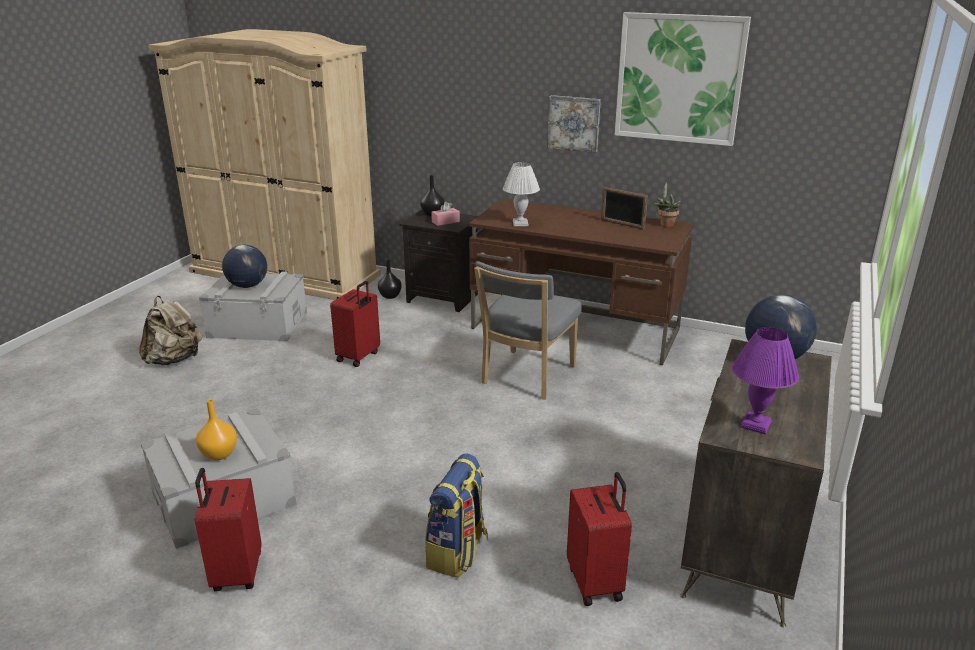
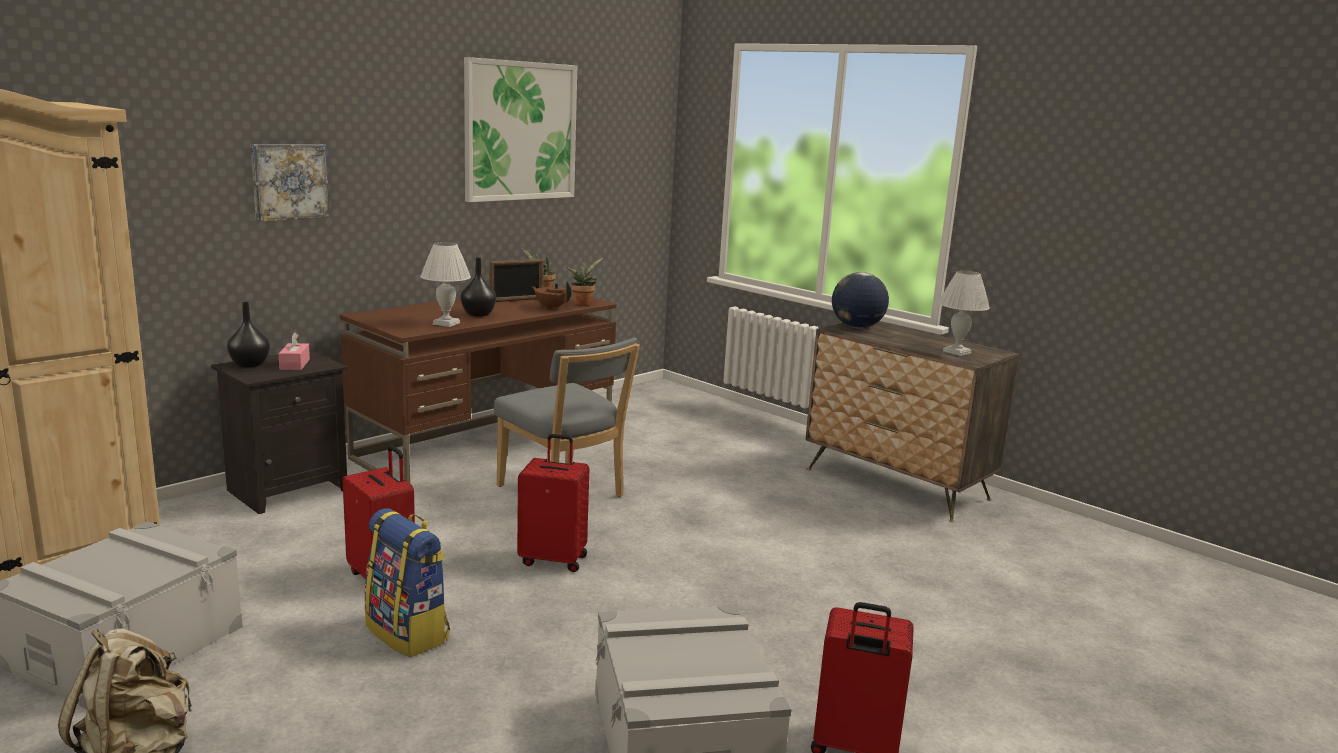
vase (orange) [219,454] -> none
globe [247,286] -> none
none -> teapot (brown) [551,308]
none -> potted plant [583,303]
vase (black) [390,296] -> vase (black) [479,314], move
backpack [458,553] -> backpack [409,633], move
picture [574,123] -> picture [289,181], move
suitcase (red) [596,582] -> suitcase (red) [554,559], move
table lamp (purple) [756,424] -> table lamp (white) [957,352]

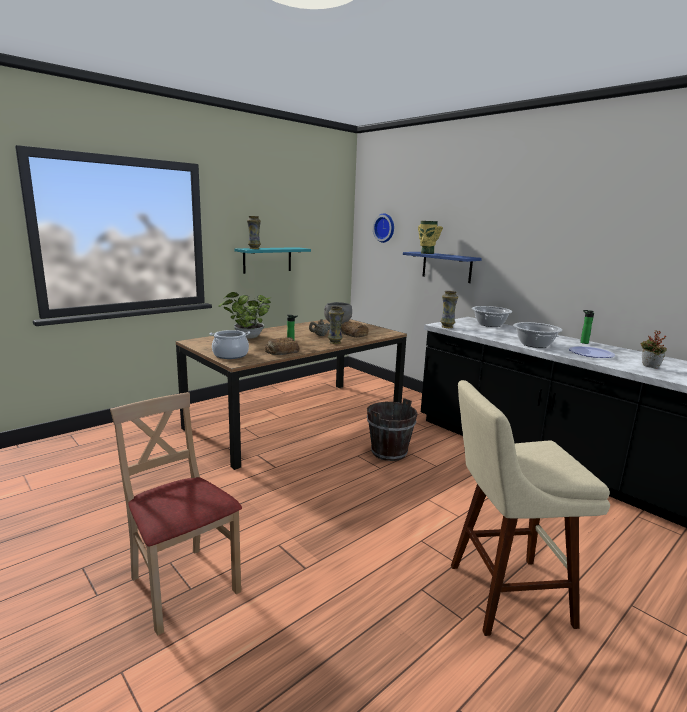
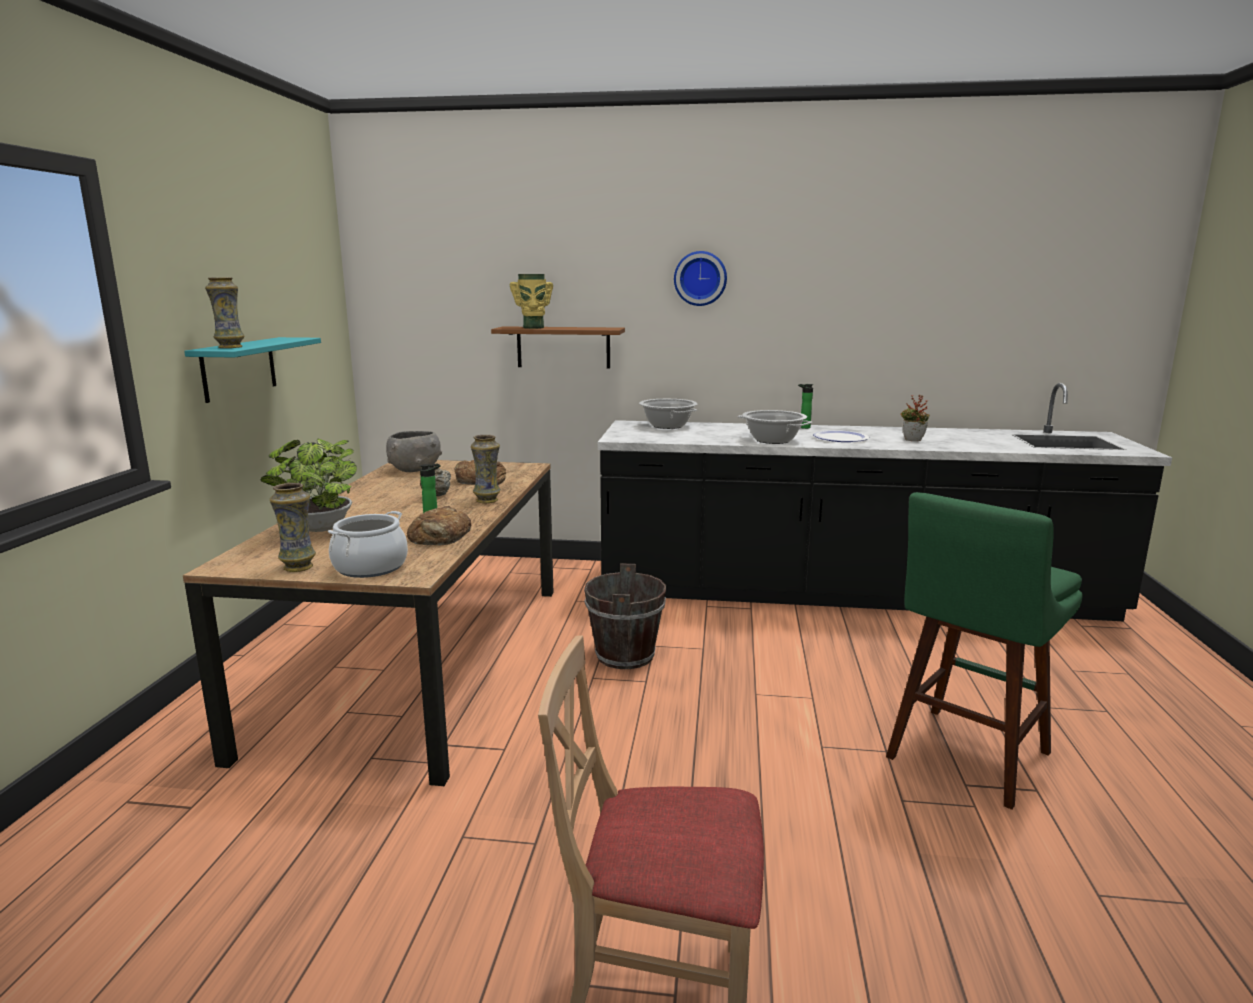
wall clock [385,228] -> wall clock [700,278], move
vase [447,327] -> vase [298,567], move
shelf (blue) [446,267] -> shelf (brown) [563,347]
stool (beige) [503,595] -> stool (green) [965,758]

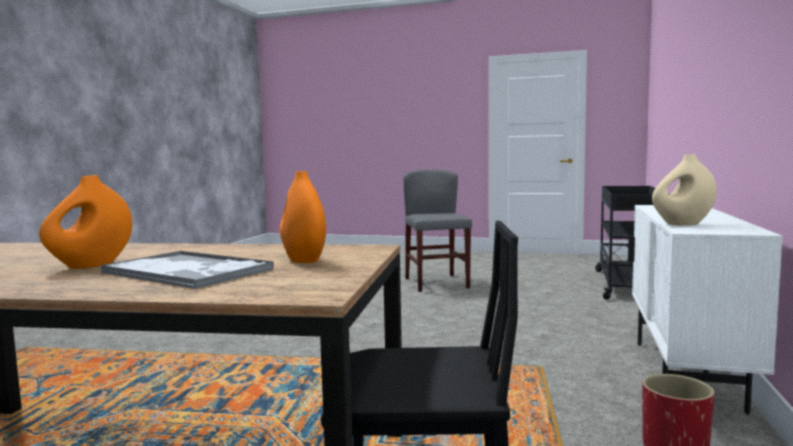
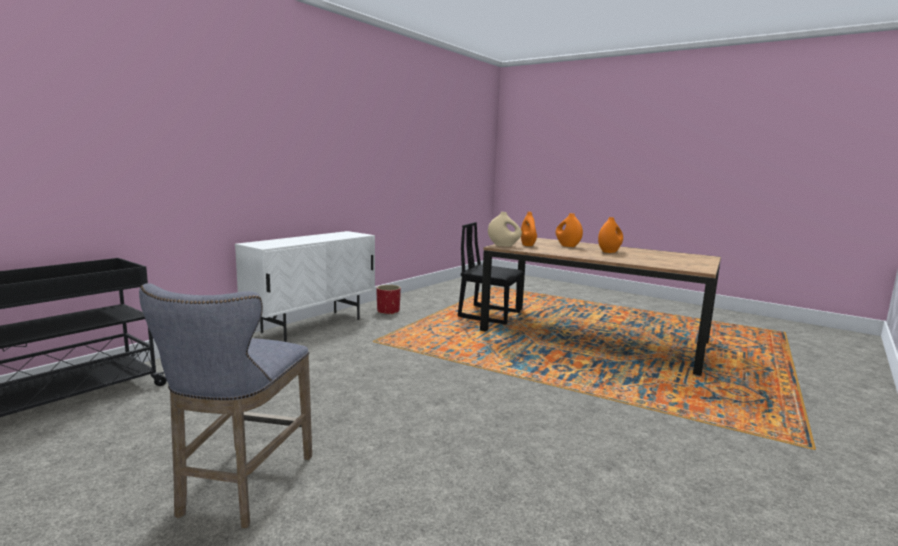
vase (beige) [683,224] -> vase (beige) [503,245], move
tray [188,271] -> vase (orange) [567,246]
chair (grey) [436,283] -> stool (grey) [241,488]

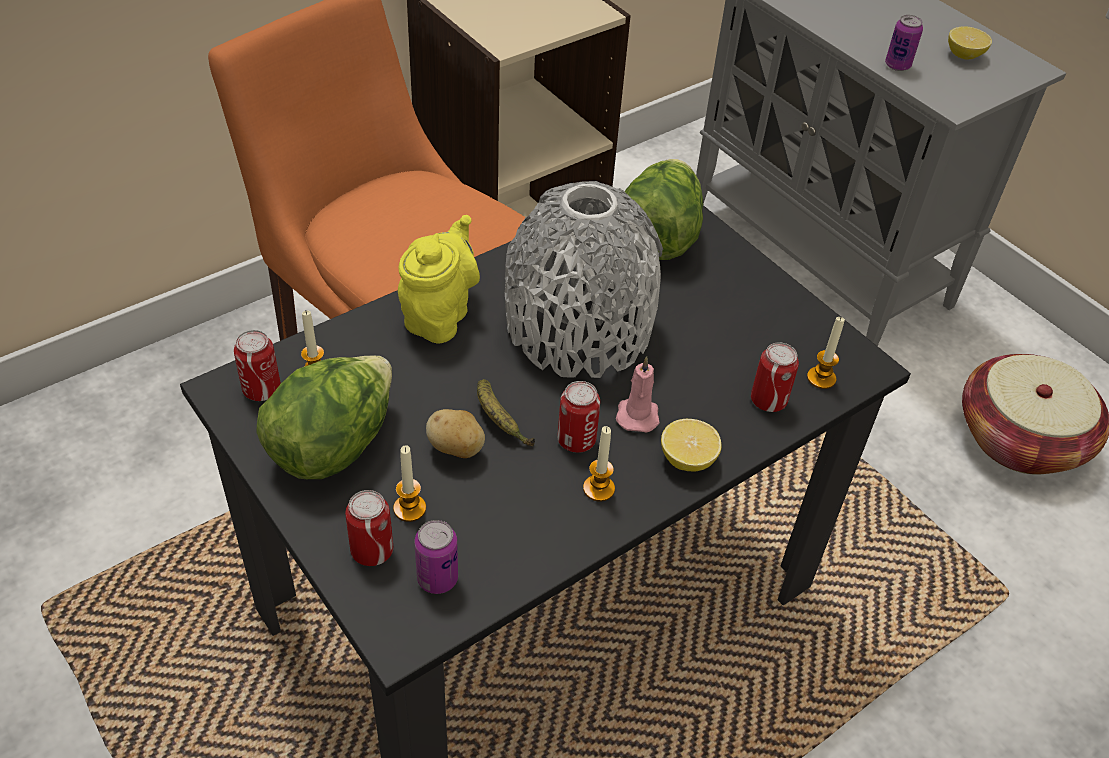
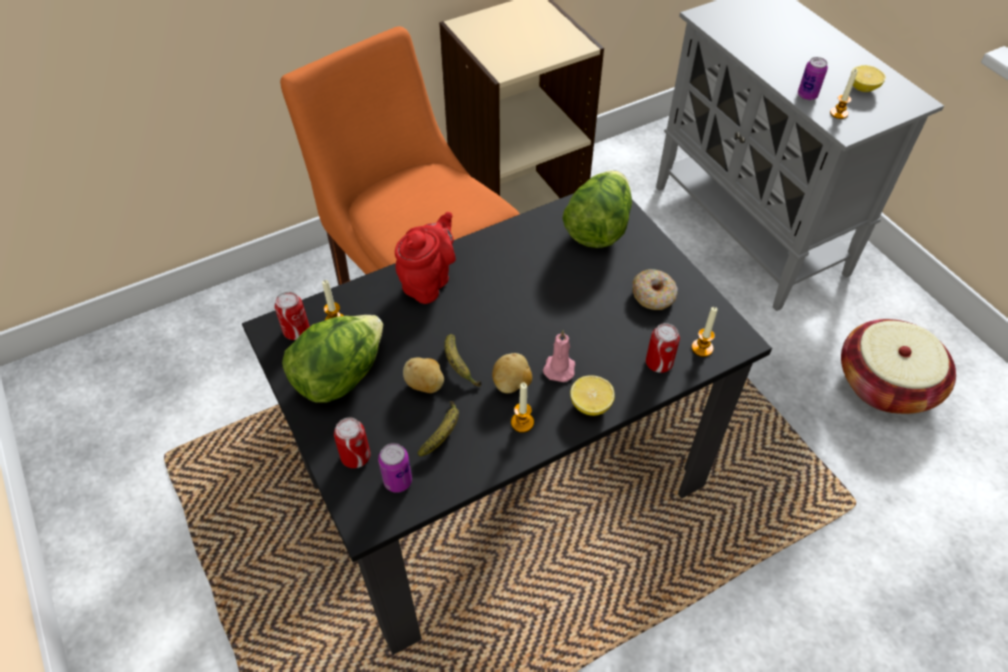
vase (grey) [578,328] -> none
none -> banana [443,433]
none -> donut [654,295]
candle [409,508] -> candle [838,113], move
can [576,440] -> potato [512,384]
teapot (yellow) [439,315] -> teapot (red) [428,281]

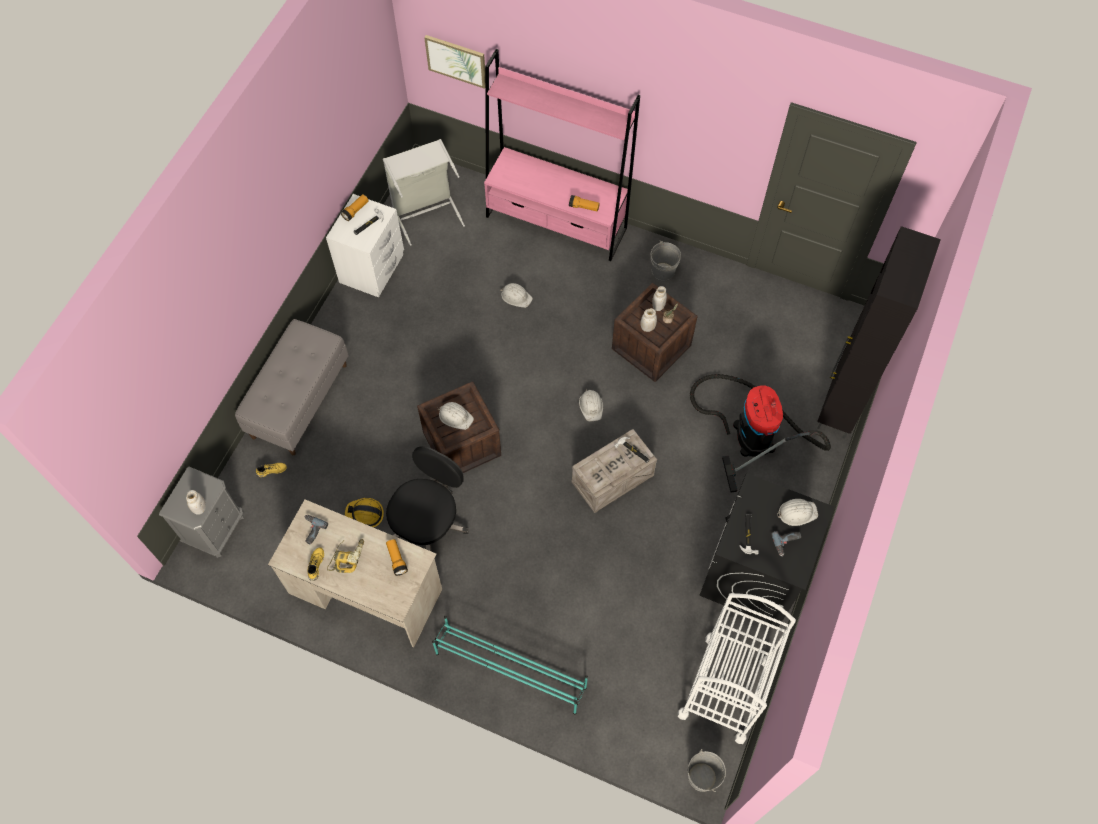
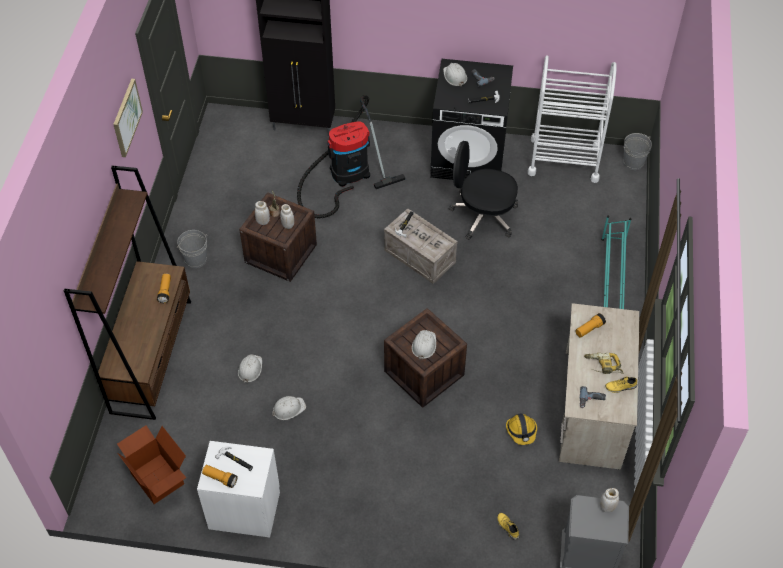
bench (grey) [299,400] -> none
office chair (black) [428,524] -> office chair (black) [482,216], move
picture [456,60] -> picture [126,117], move
hard hat (white) [591,406] -> hard hat (white) [288,409], move
laundry basket (grey) [426,212] -> cardboard box [158,478]
bookcase (pink) [556,223] -> bookcase (brown) [152,355]

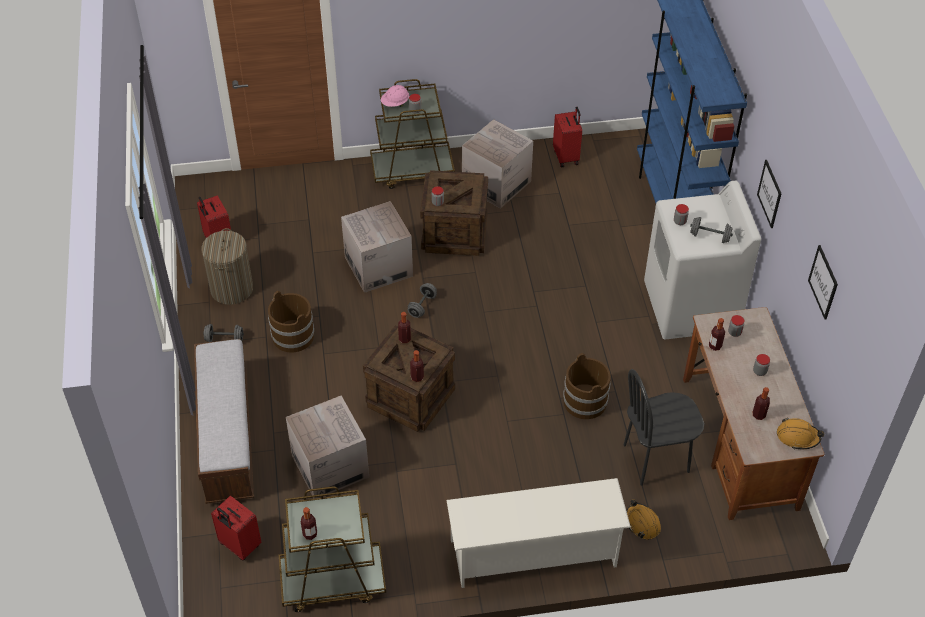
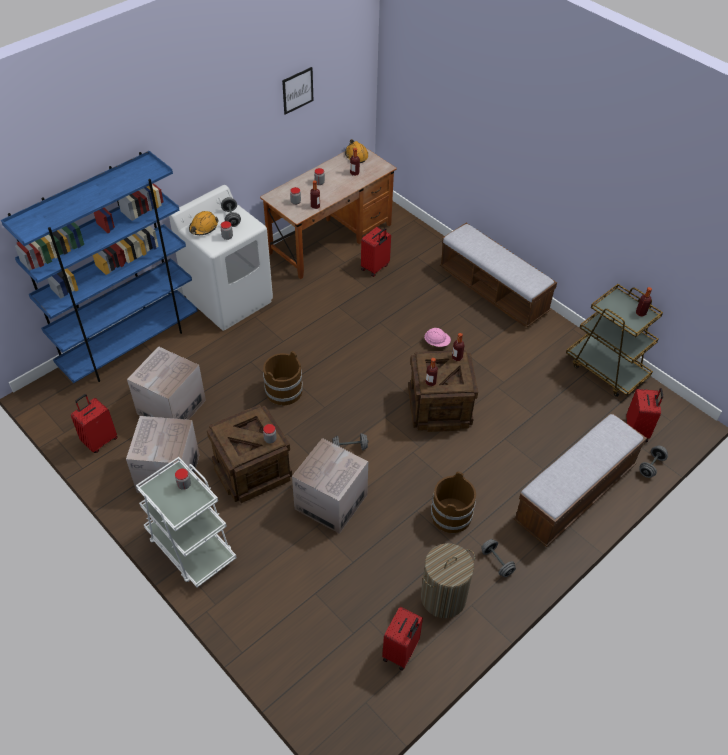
picture [769,193] -> none
none -> dumbbell (grey) [651,466]
cardboard box [330,466] -> cardboard box [171,407], move
hard hat (pink) [395,104] -> hard hat (pink) [437,343], move
bucket (brown) [584,401] -> bucket (brown) [283,391], move
hard hat (orange) [642,523] -> hard hat (orange) [203,227], move
shoe rack (white) [534,553] -> bench [493,291]
chair (black) [656,459] -> suitcase (red) [375,268]
cart (brown) [412,170] -> cart (white) [191,547]

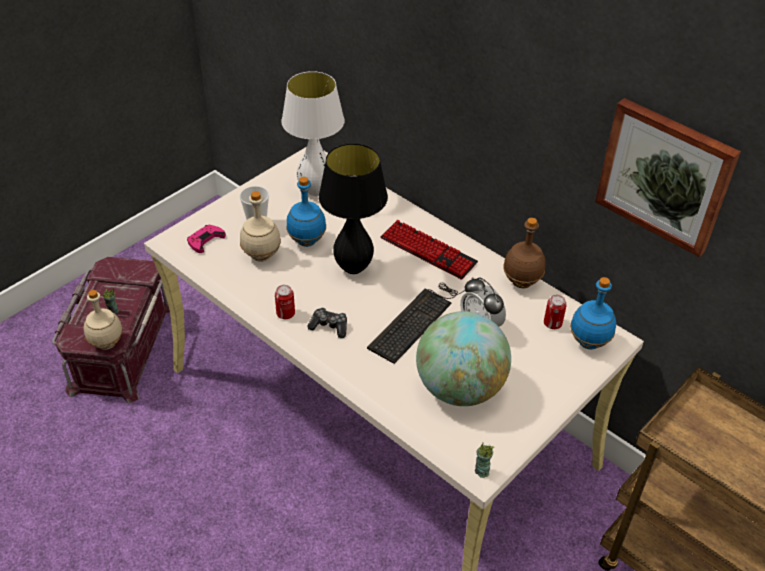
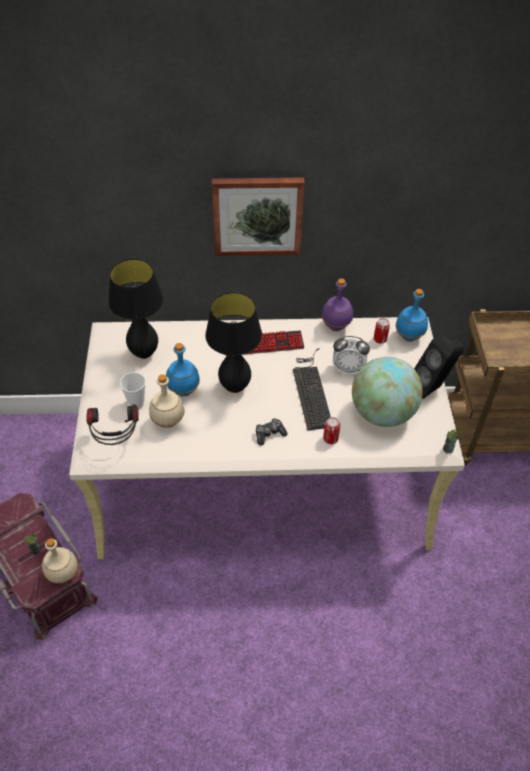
none -> speaker (black) [432,387]
can [285,314] -> can [330,439], move
picture [665,175] -> picture [257,215], move
game controller (pink) [205,240] -> headphones [116,439]
table lamp (white) [315,191] -> table lamp (black) [144,353]
bottle (brown) [521,282] -> bottle (purple) [335,326]

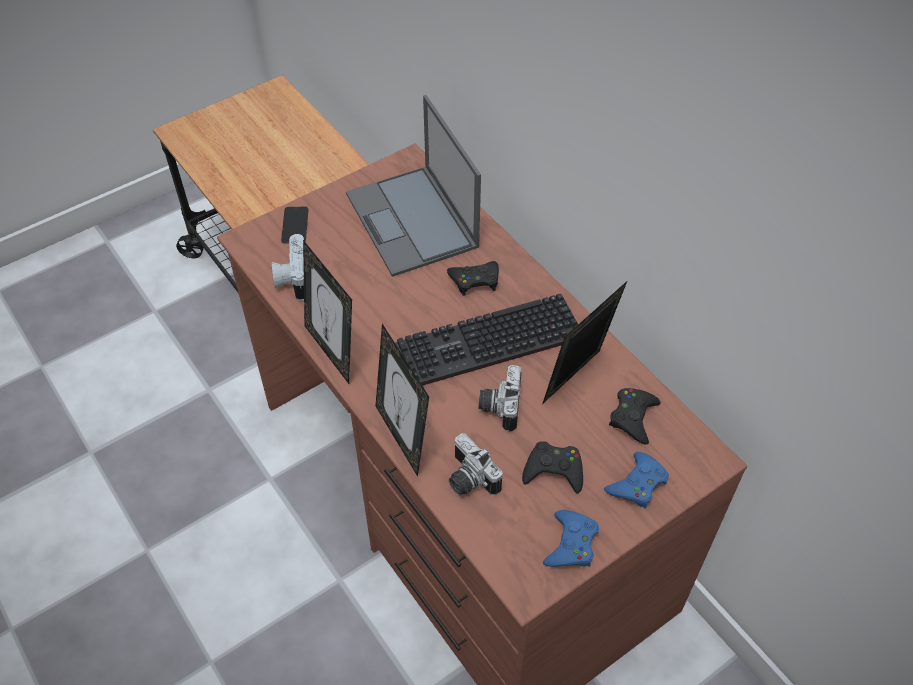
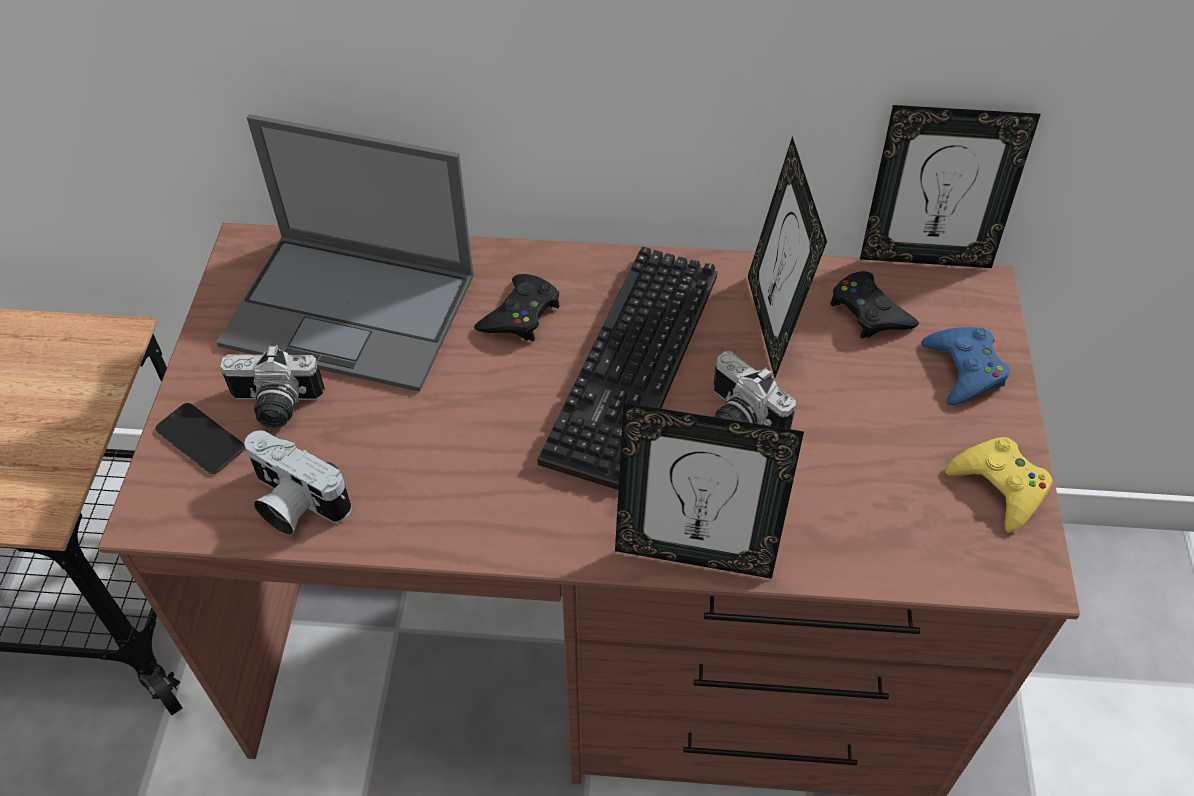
game controller (black) [554,470] -> none
picture frame [332,351] -> picture frame [924,255], move
photo camera [468,479] -> photo camera [275,407], move
game controller (blue) [571,544] -> game controller (yellow) [999,486]

